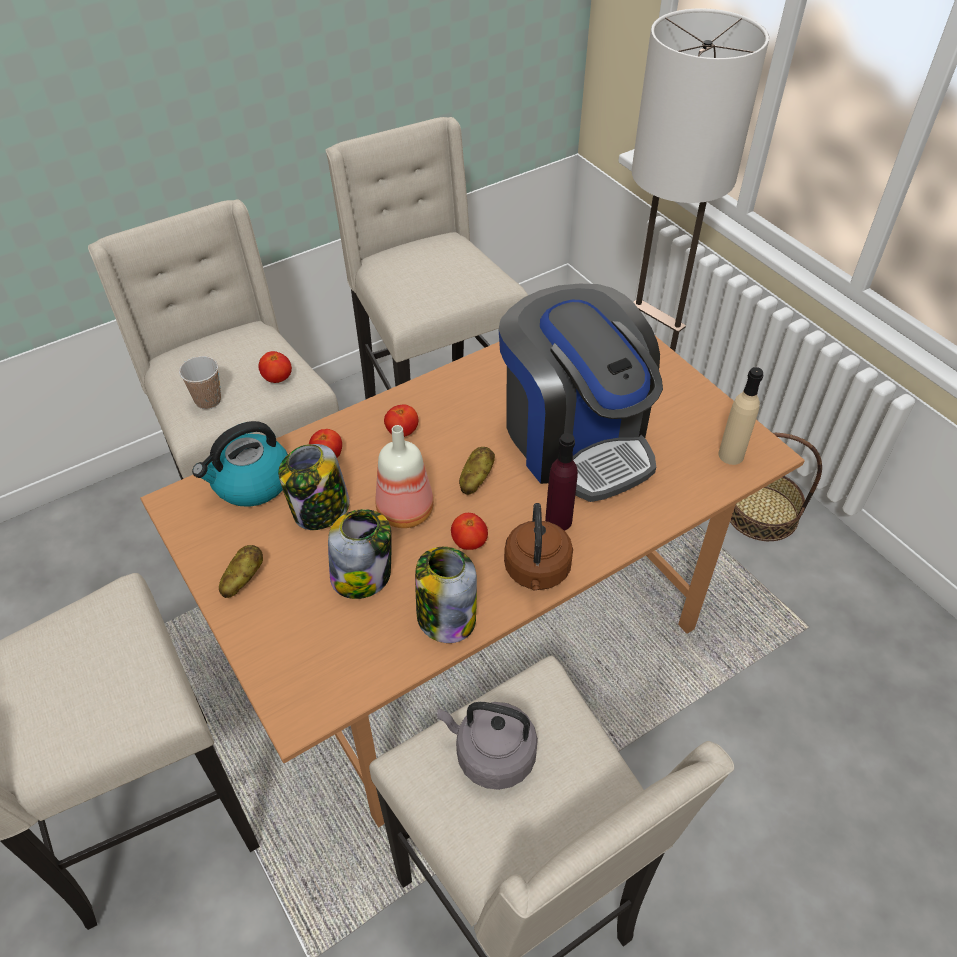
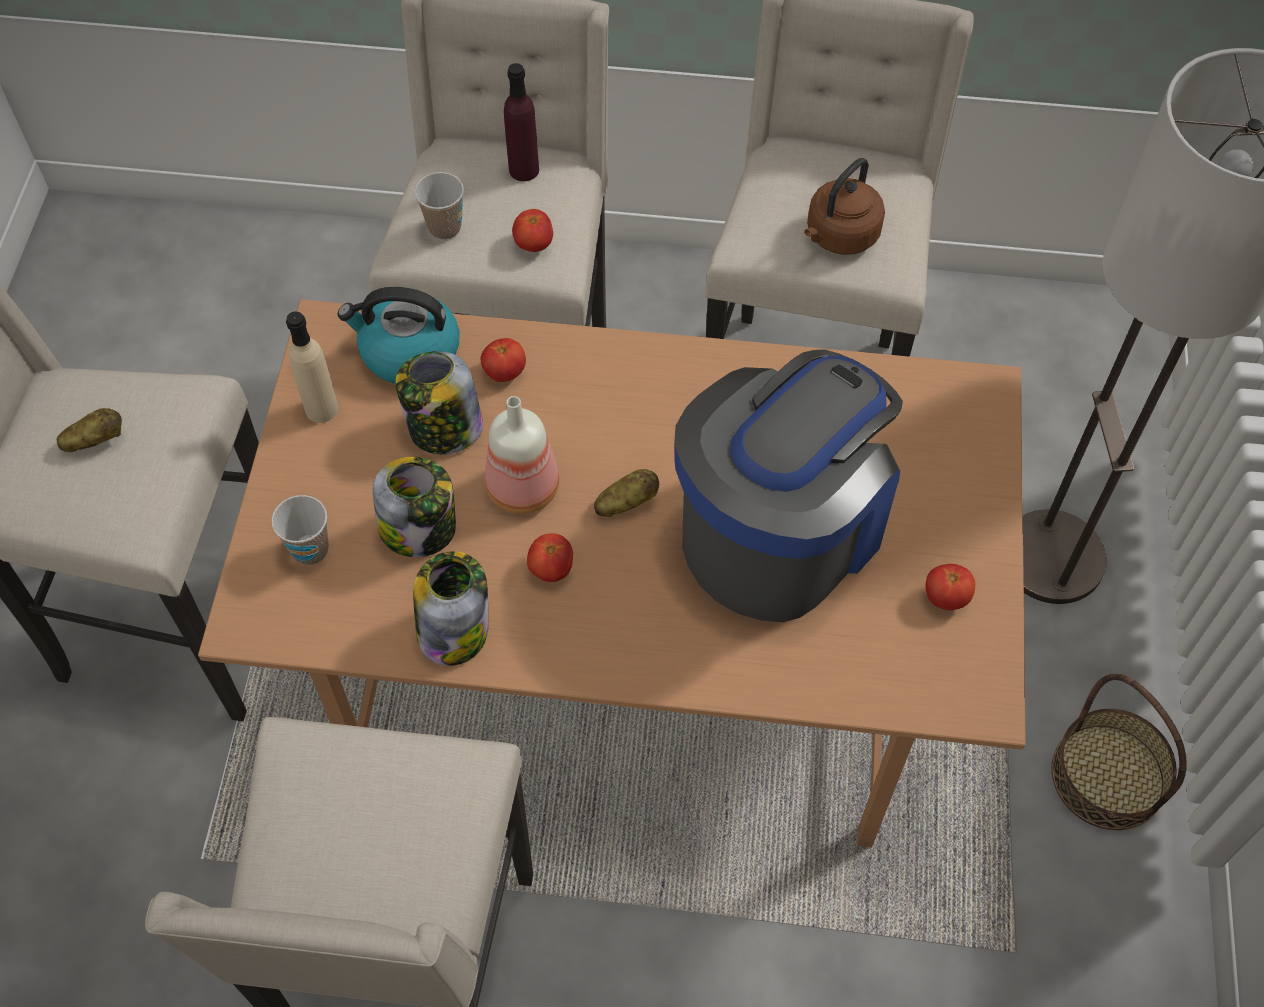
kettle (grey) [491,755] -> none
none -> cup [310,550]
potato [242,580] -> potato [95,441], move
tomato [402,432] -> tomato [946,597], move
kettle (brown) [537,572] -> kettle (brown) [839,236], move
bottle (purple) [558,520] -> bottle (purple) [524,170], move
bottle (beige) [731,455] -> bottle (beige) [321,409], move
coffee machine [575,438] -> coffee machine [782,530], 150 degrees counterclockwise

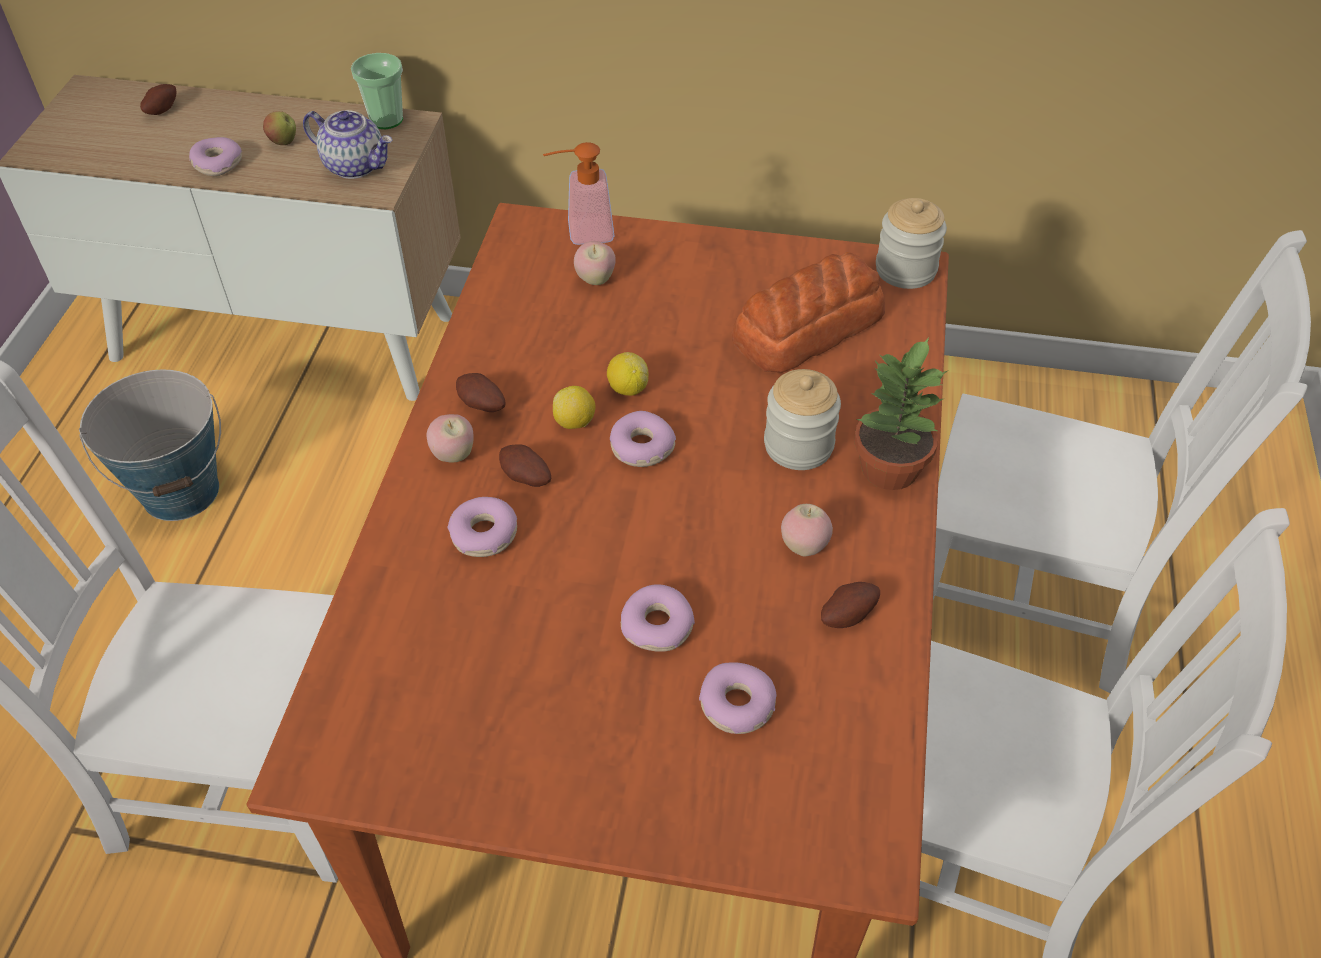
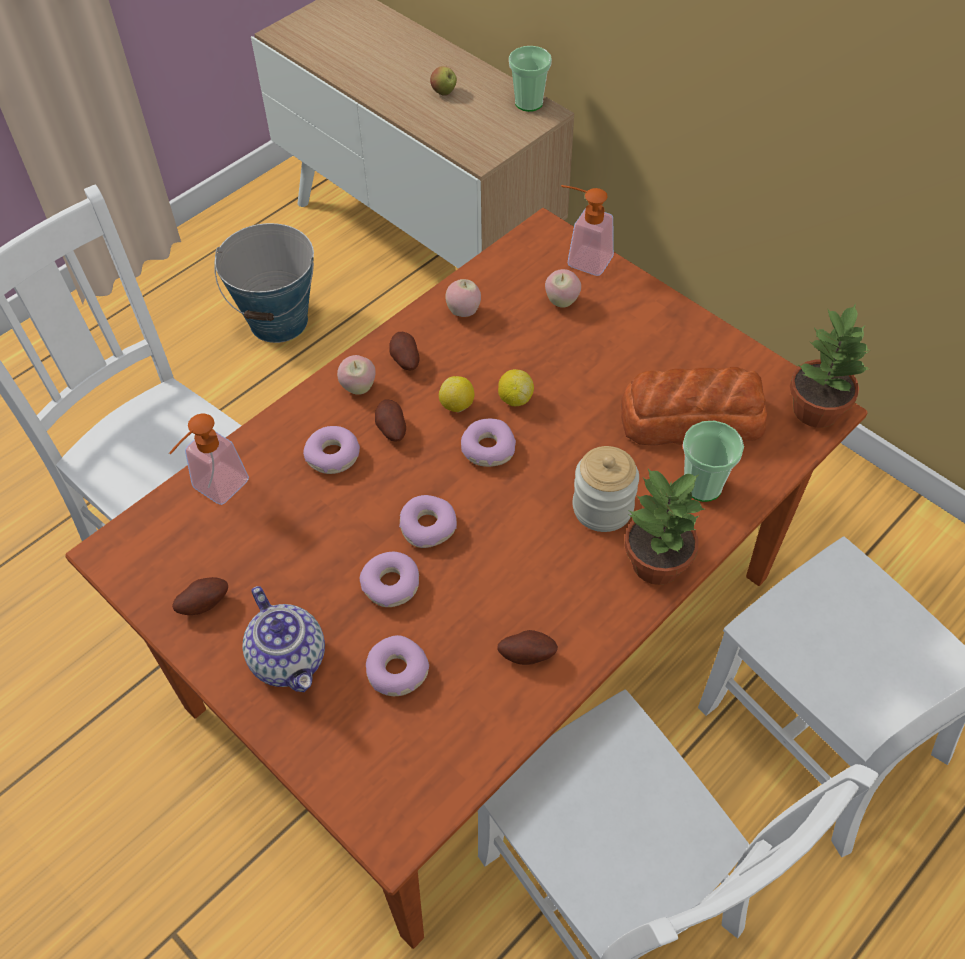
none -> soap dispenser [214,490]
none -> cup [703,486]
potato [161,110] -> potato [203,603], move
donut [217,163] -> donut [428,526], move
teapot [355,165] -> teapot [290,659], move
apple [804,546] -> apple [463,312], move
jar [905,270] -> potted plant [815,408]

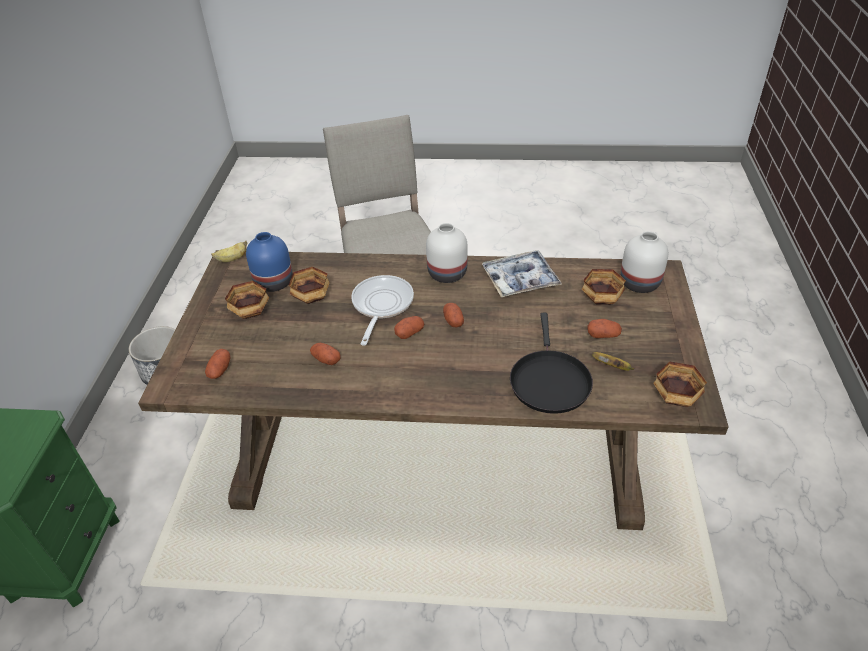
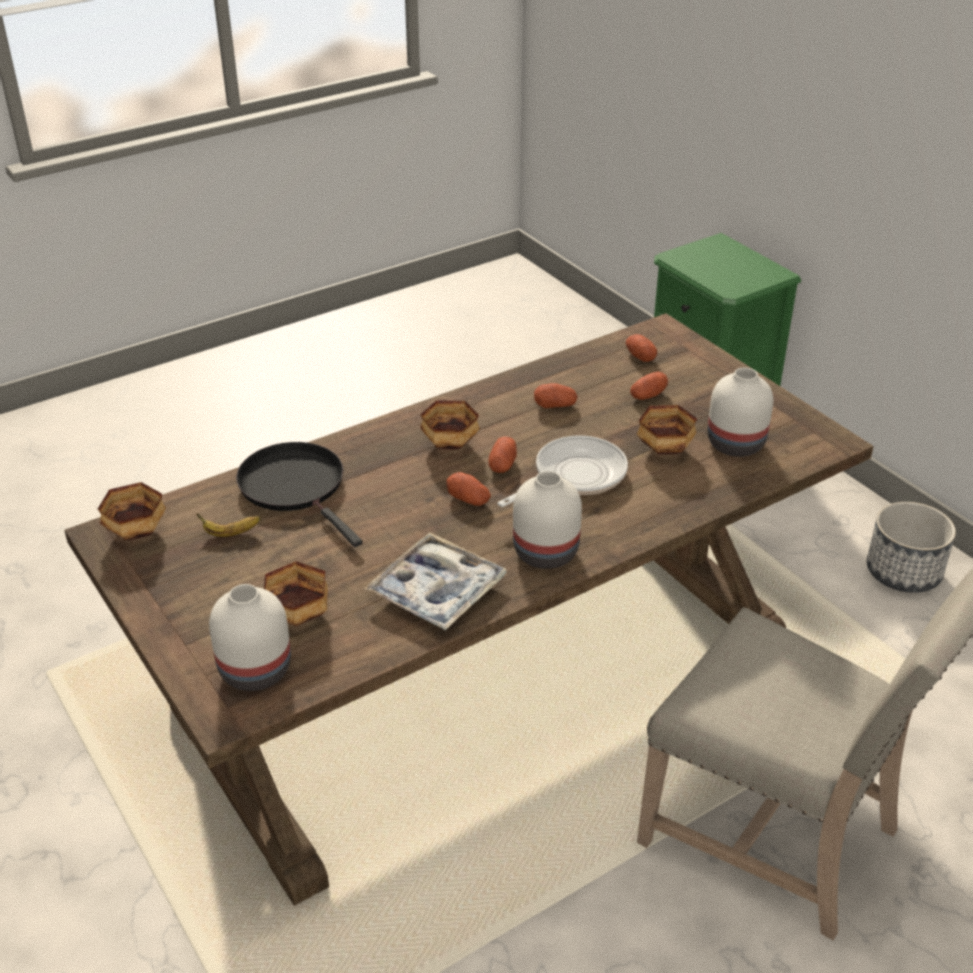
banana [232,259] -> none
bowl [250,313] -> bowl [450,443], move
potato [603,335] -> potato [648,395], move
vase (blue) [275,282] -> vase (white) [735,445]
frying pan [381,306] -> frying pan [573,476], 105 degrees counterclockwise

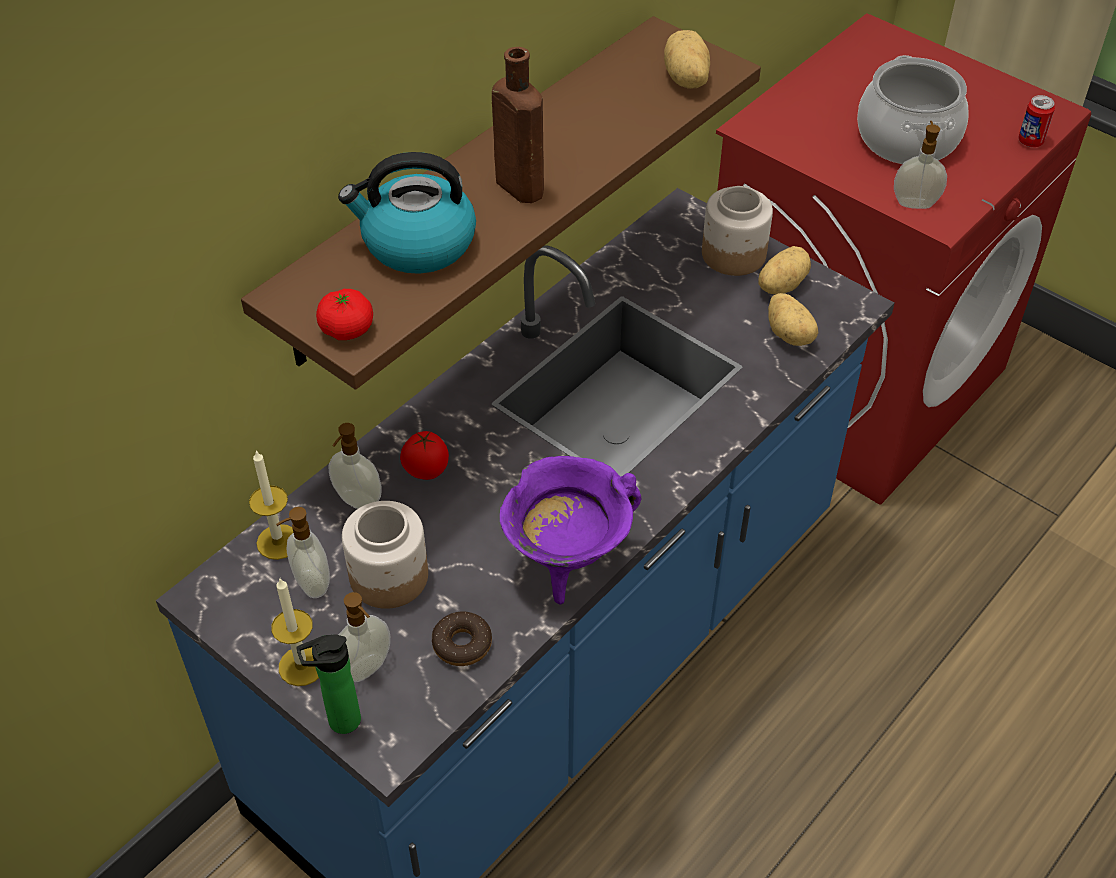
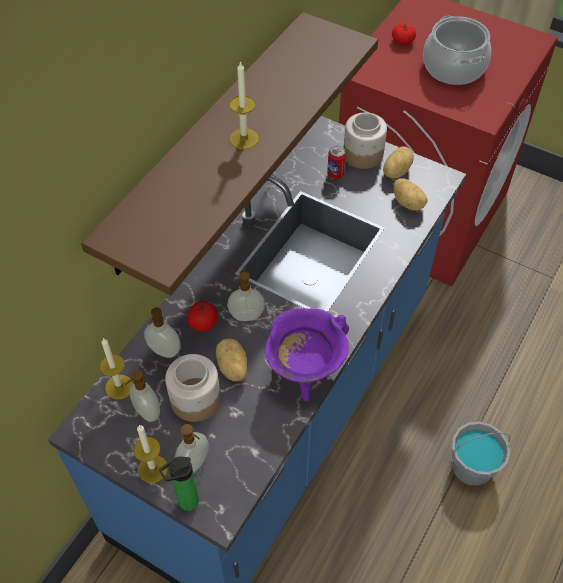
kettle [417,244] -> none
donut [462,644] -> none
none -> bucket (grey) [472,466]
tomato [347,329] -> tomato [402,41], move
potato [685,79] -> potato [231,368], move
soap dispenser [915,202] -> soap dispenser [246,315], move
can [1030,141] -> can [335,174], move
bottle (brown) [517,185] -> candle [244,139]

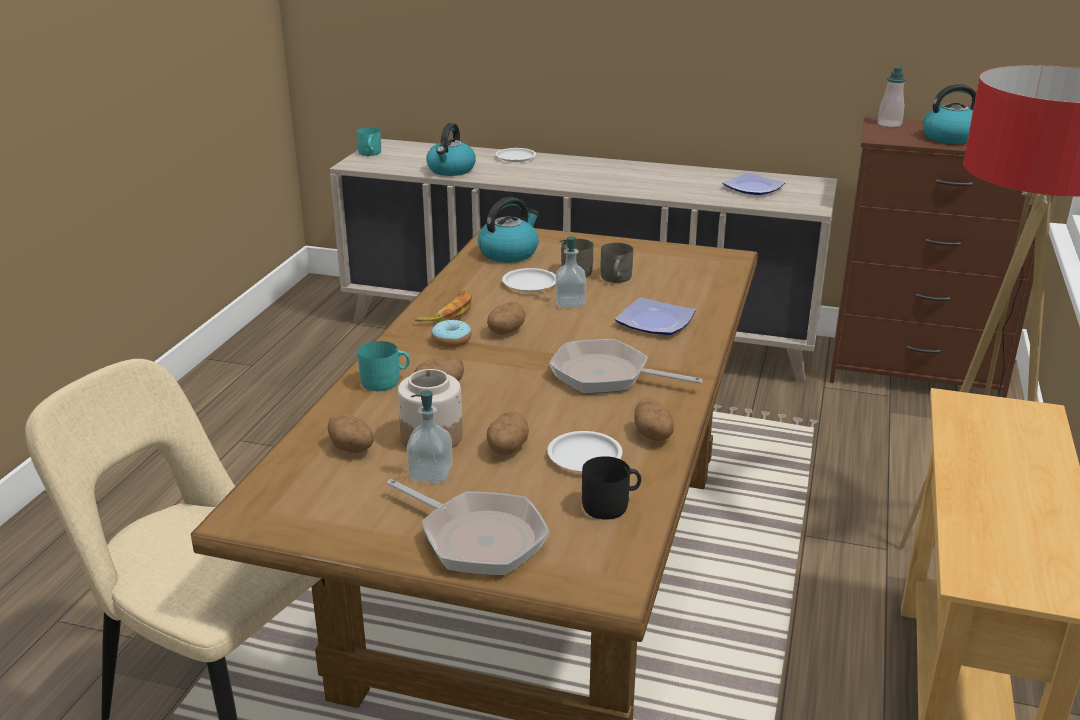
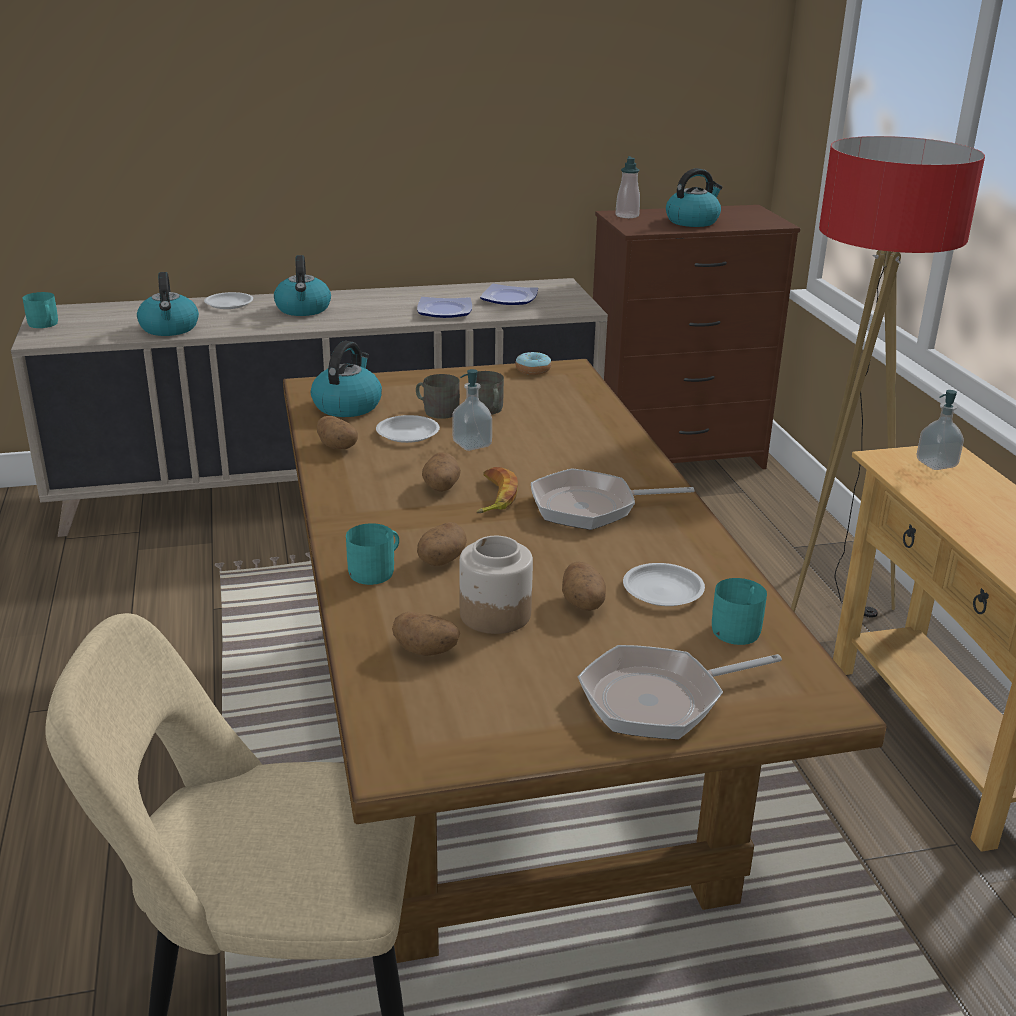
none -> kettle [303,309]
soap dispenser [431,474] -> soap dispenser [936,464], move
banana [448,313] -> banana [493,497], move
donut [451,340] -> donut [533,370], move
plate [653,322] -> plate [443,311], move
potato [653,436] -> potato [338,447], move
mug (black) [611,505] -> mug (turquoise) [740,628]
frying pan [477,538] -> frying pan [660,700], 150 degrees clockwise

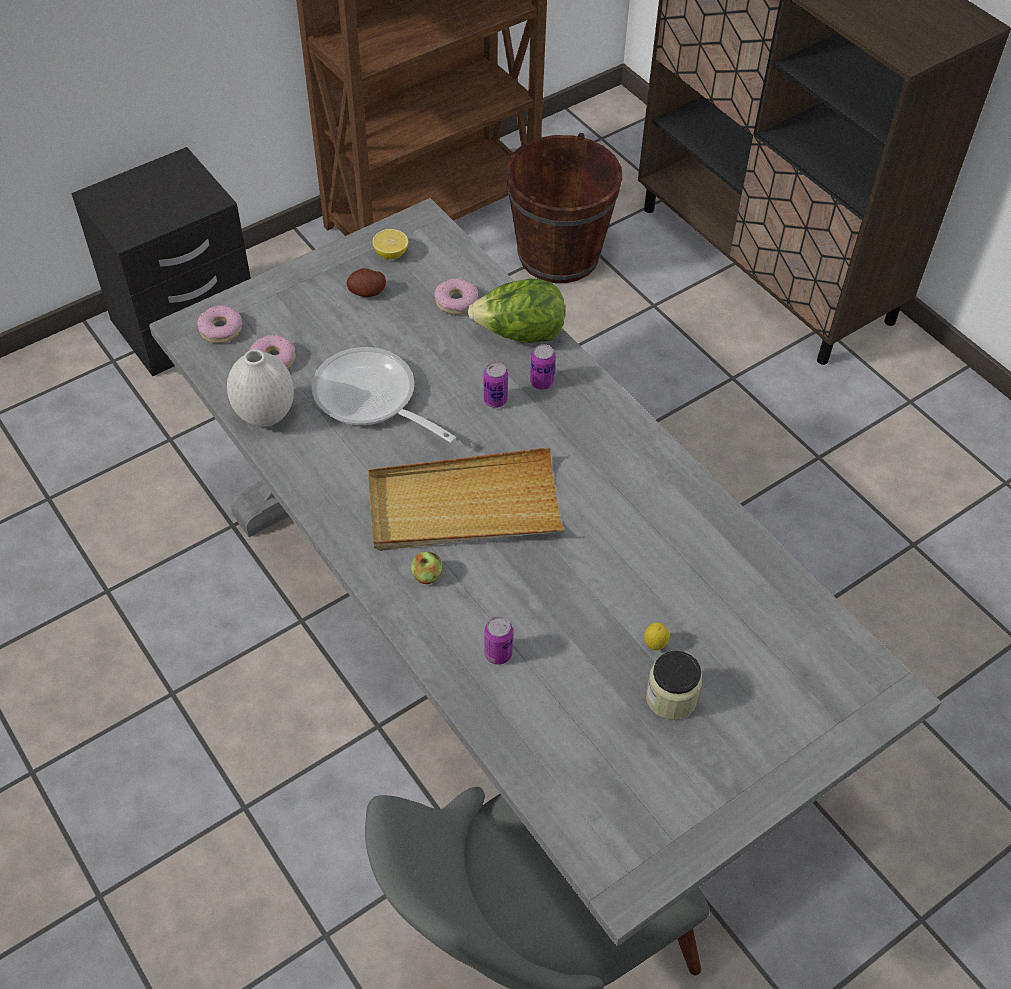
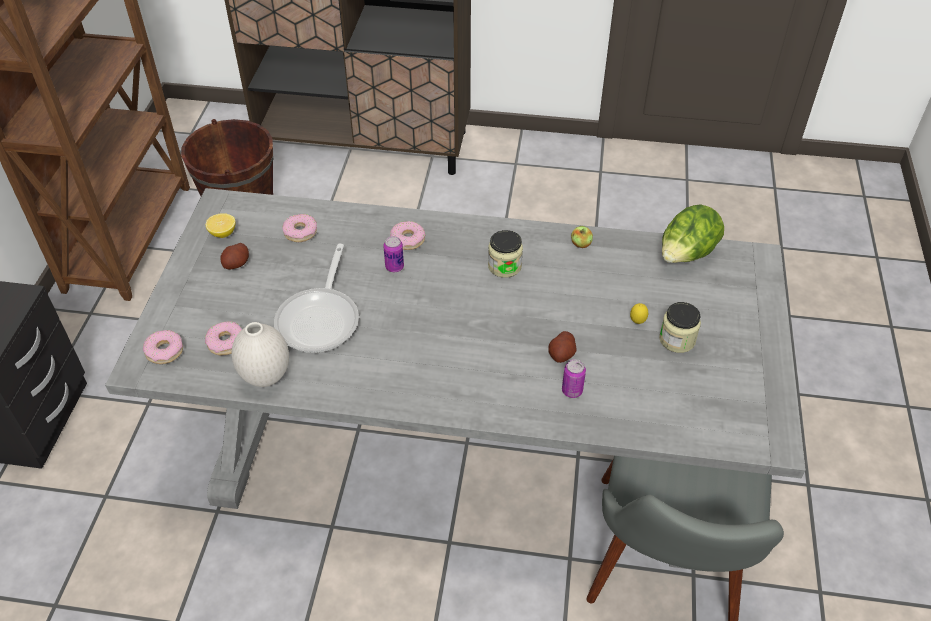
tray (beige) [463,506] -> none
none -> jar [504,266]
none -> potato [561,354]
apple [427,576] -> apple [581,244], move
lettuce [520,334] -> lettuce [686,255], move
can [541,382] -> donut [407,240]
frying pan [371,399] -> frying pan [321,319], 75 degrees counterclockwise

